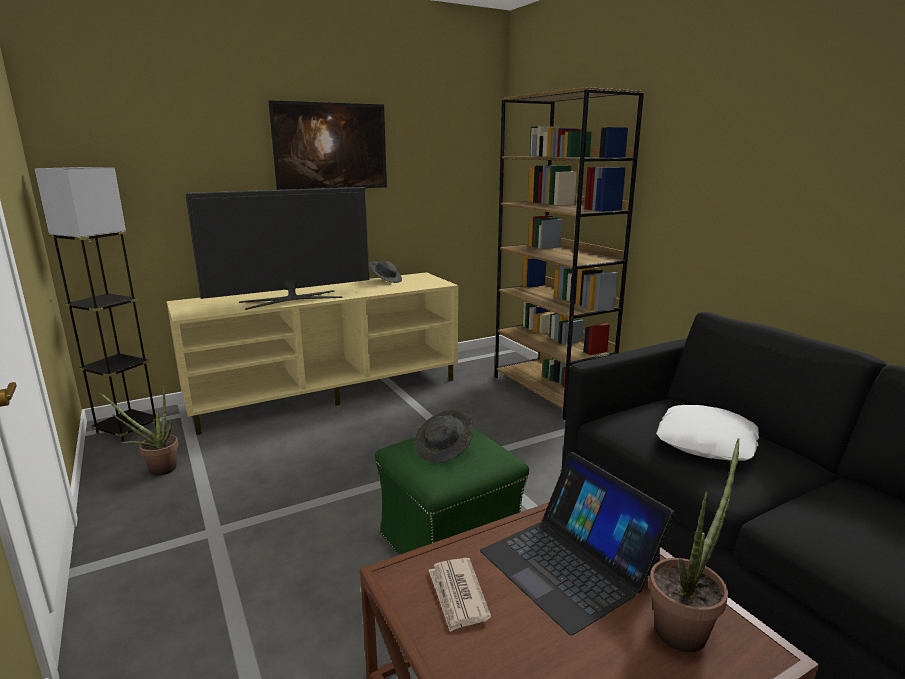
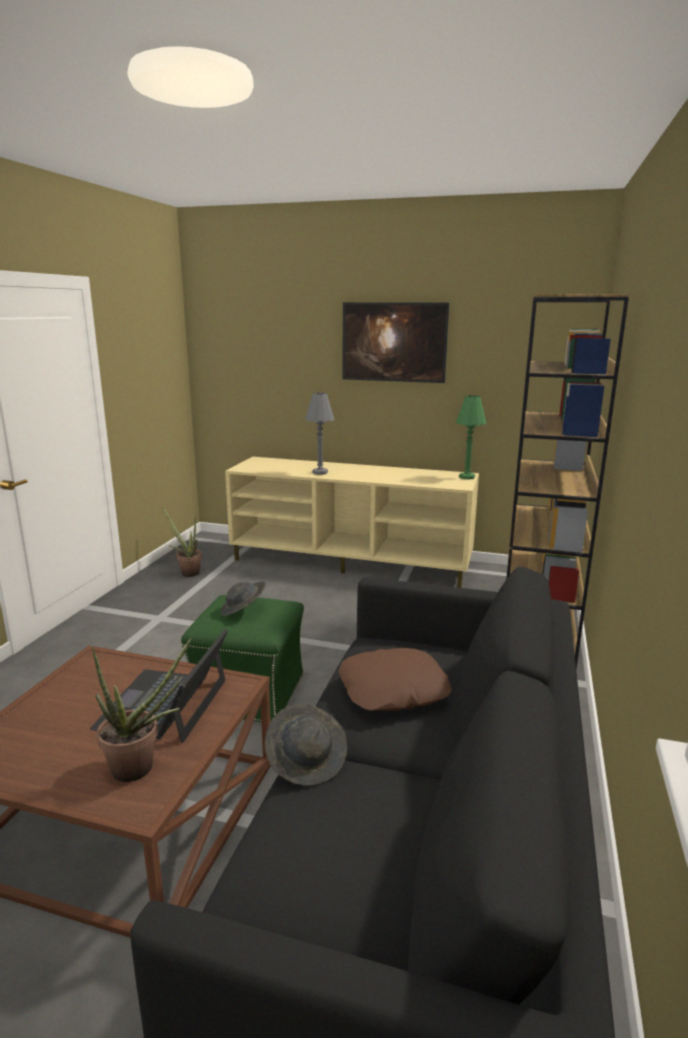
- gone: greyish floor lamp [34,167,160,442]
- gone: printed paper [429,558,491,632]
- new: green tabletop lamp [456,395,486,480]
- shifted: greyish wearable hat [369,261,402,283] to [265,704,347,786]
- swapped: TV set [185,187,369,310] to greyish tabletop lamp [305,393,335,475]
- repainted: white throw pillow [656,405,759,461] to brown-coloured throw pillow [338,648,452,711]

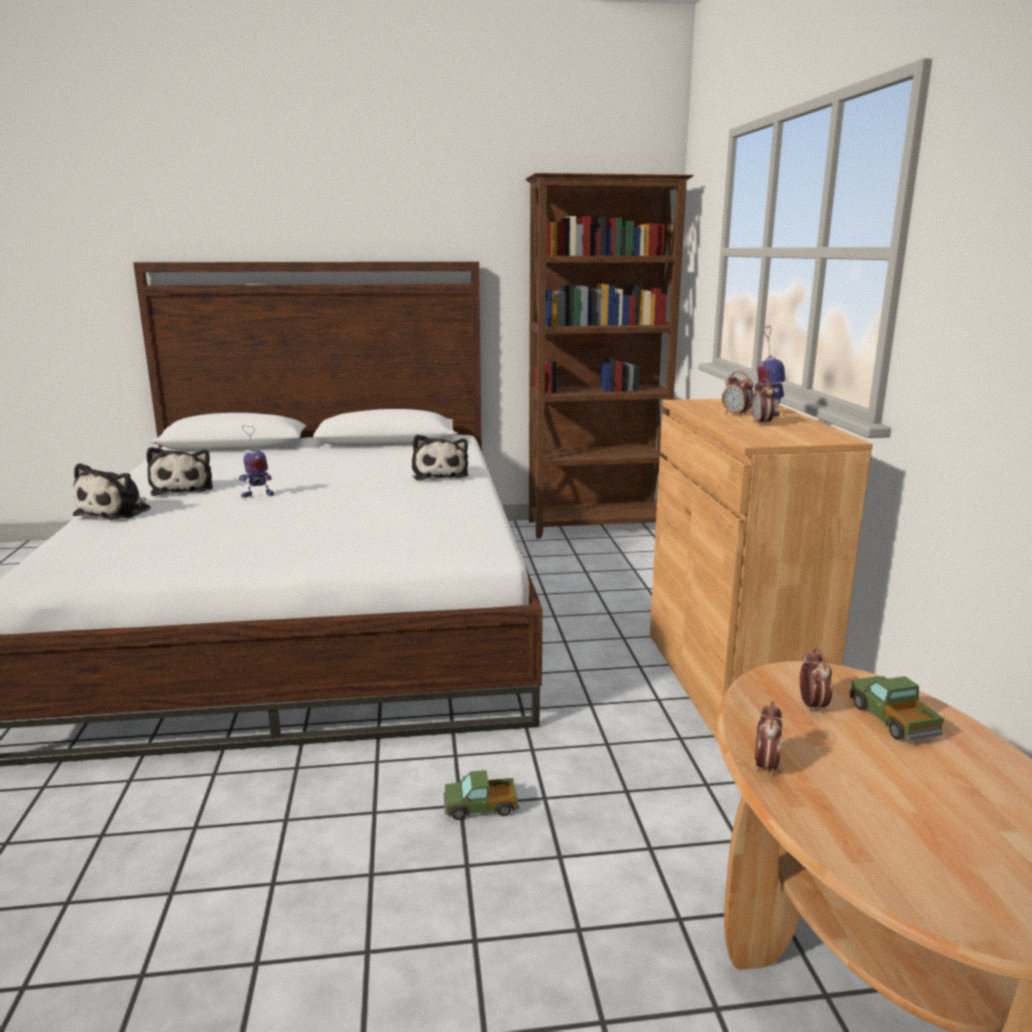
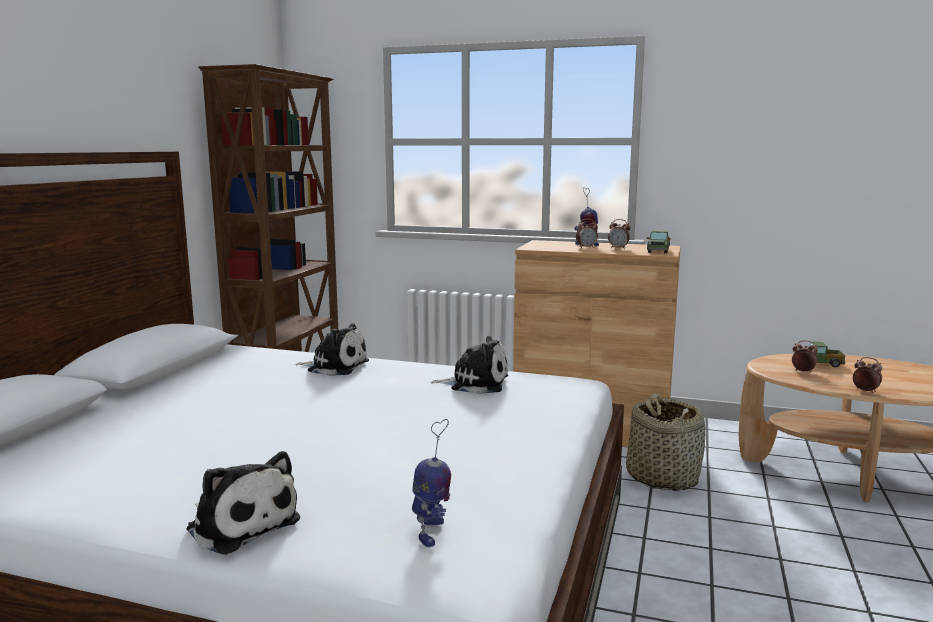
- new: storage basket [626,393,705,491]
- shifted: cuddly toy [146,447,213,496] to [431,336,508,394]
- shifted: model robot [239,425,274,498] to [412,419,451,547]
- shifted: toy truck [443,770,519,820] to [647,230,671,253]

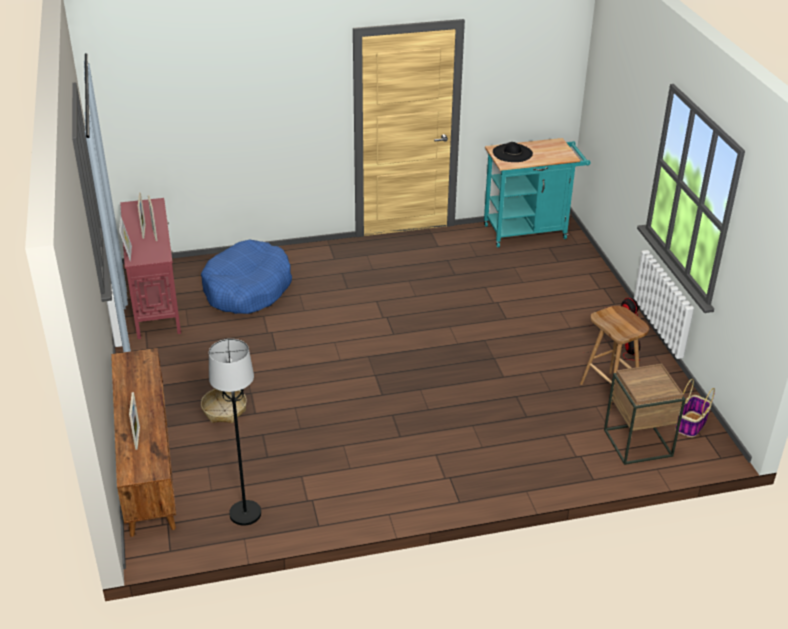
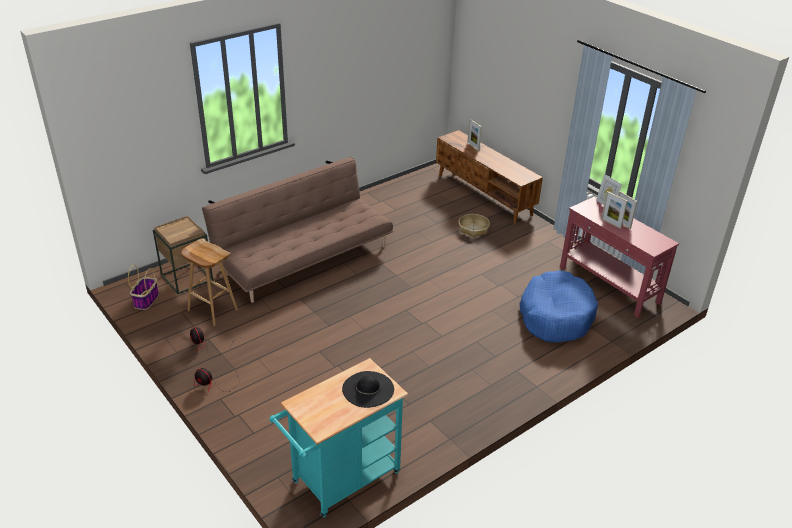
- gone: black-coloured floor lamp [209,339,261,526]
- new: brown-coloured settee [202,157,393,303]

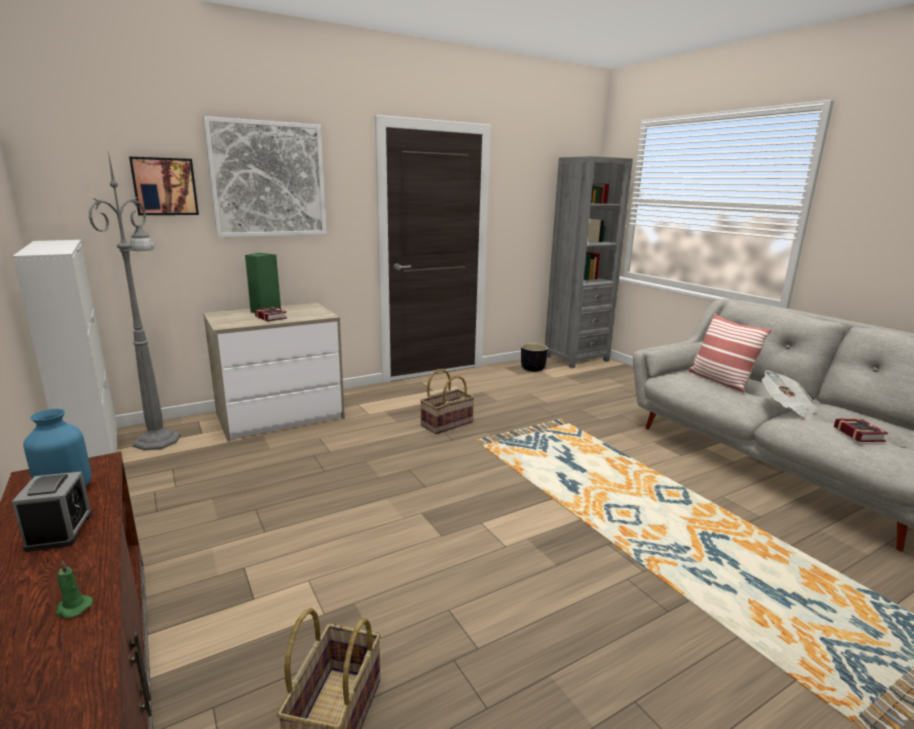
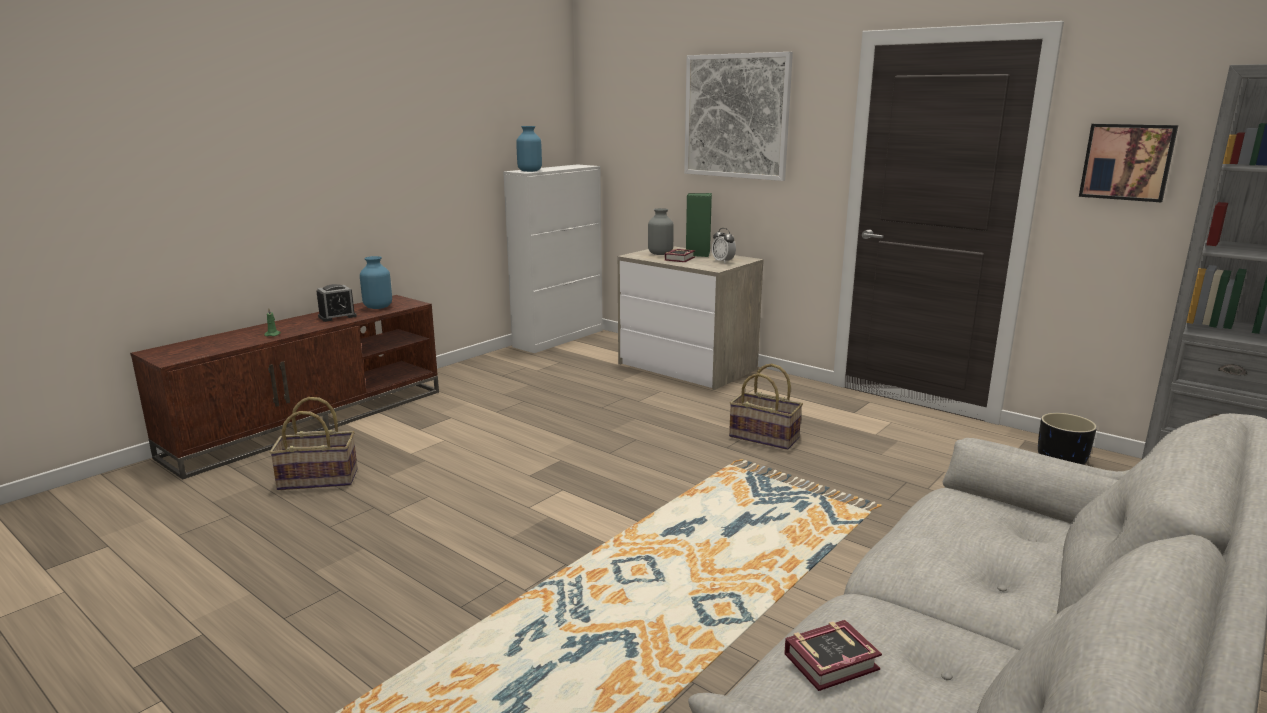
- gone: greyish floor lamp [88,151,181,451]
- gone: throw pillow [689,314,771,393]
- gone: printed paper [762,370,818,419]
- new: blue-coloured vase [516,126,542,172]
- new: greyish vase [648,208,674,255]
- new: table clock [712,228,736,263]
- shifted: wall picture [129,157,199,215] to [1079,124,1178,202]

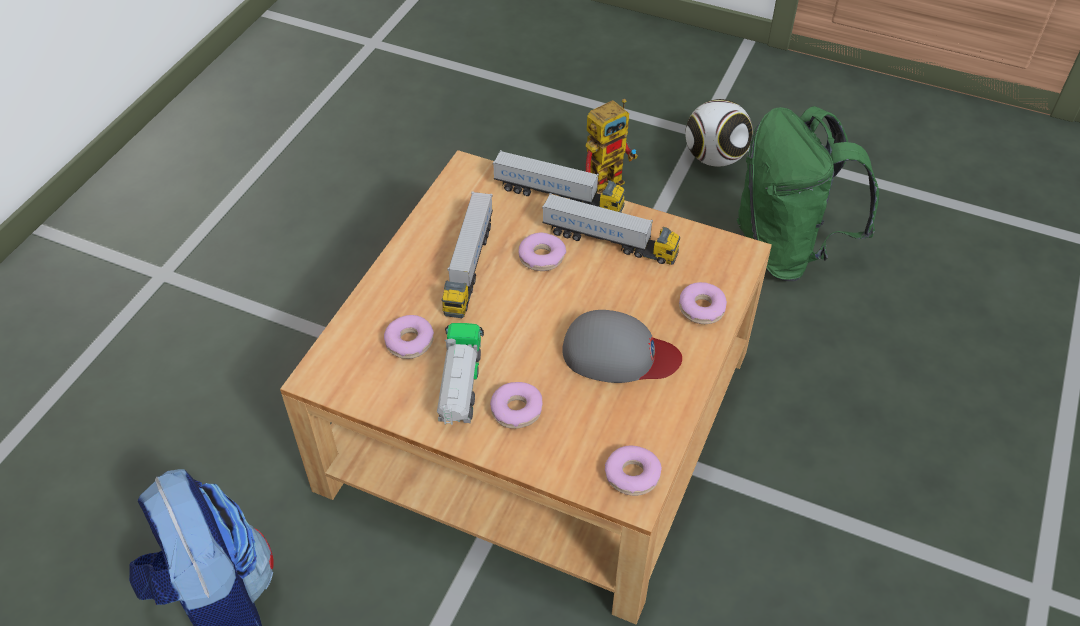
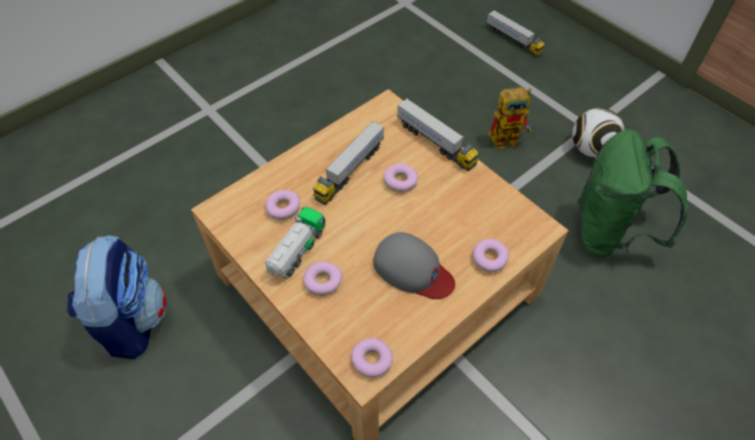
- shifted: toy truck [542,193,680,265] to [487,10,545,57]

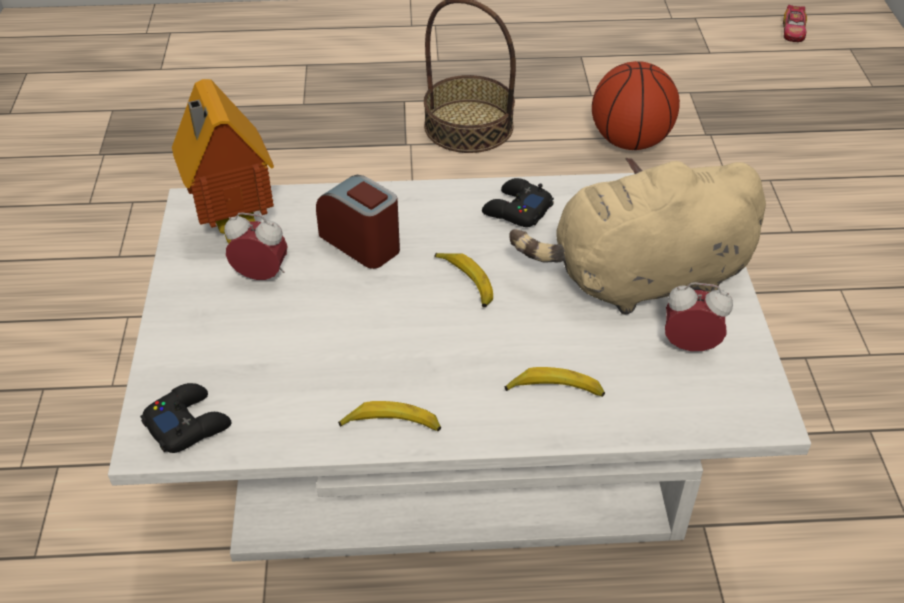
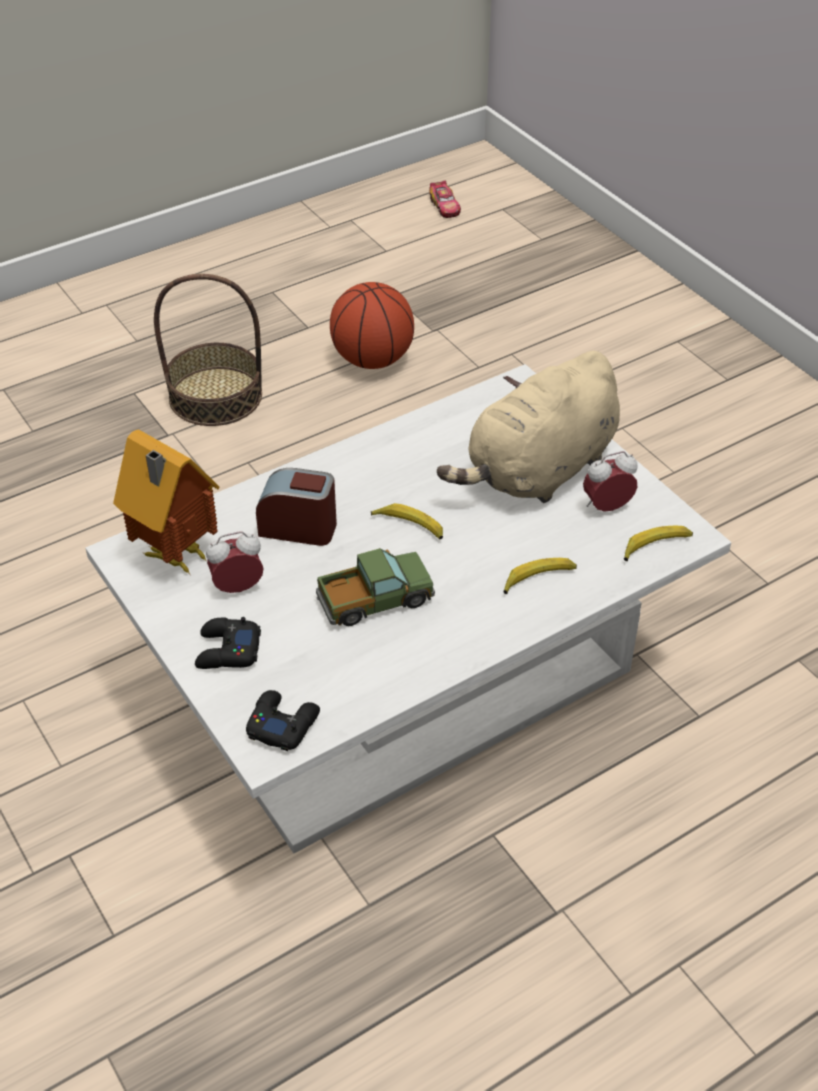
- new: toy truck [316,548,435,626]
- shifted: whole banana [338,401,441,431] to [624,525,693,561]
- shifted: black-coloured gamepad [482,178,554,227] to [195,617,261,669]

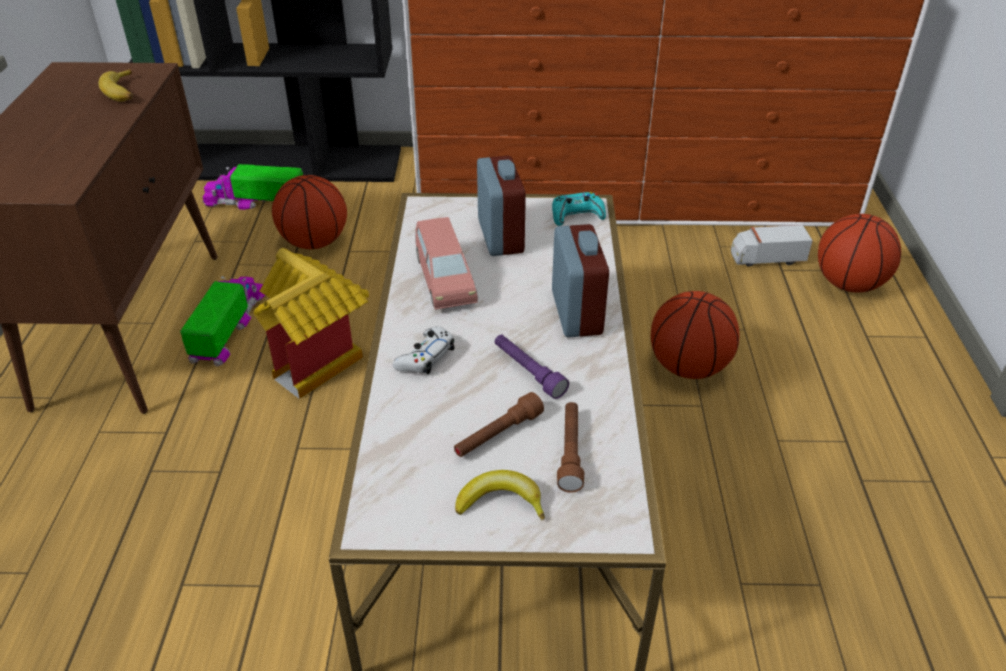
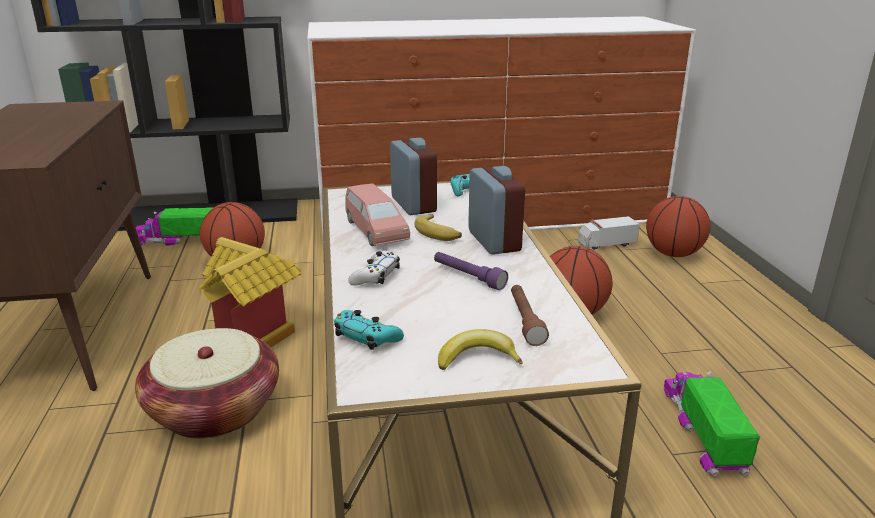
- gone: brown-coloured torch [454,392,544,457]
- new: storage basket [135,328,279,439]
- new: turquoise-coloured gamepad [334,310,404,350]
- shifted: whole banana [99,69,133,102] to [414,214,462,241]
- shifted: toy truck [180,276,265,366] to [663,371,760,477]

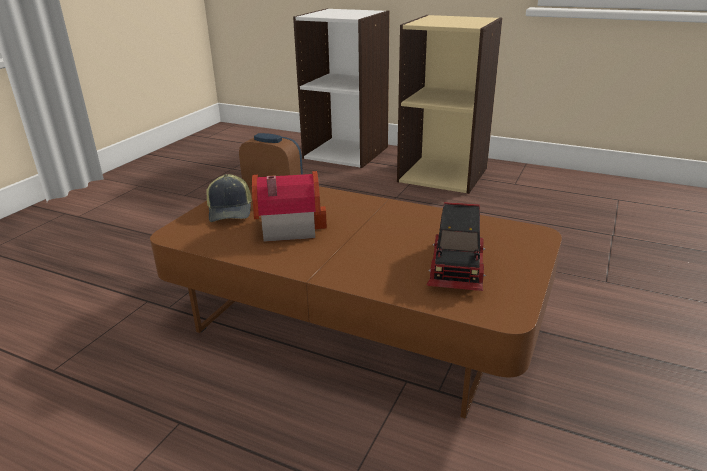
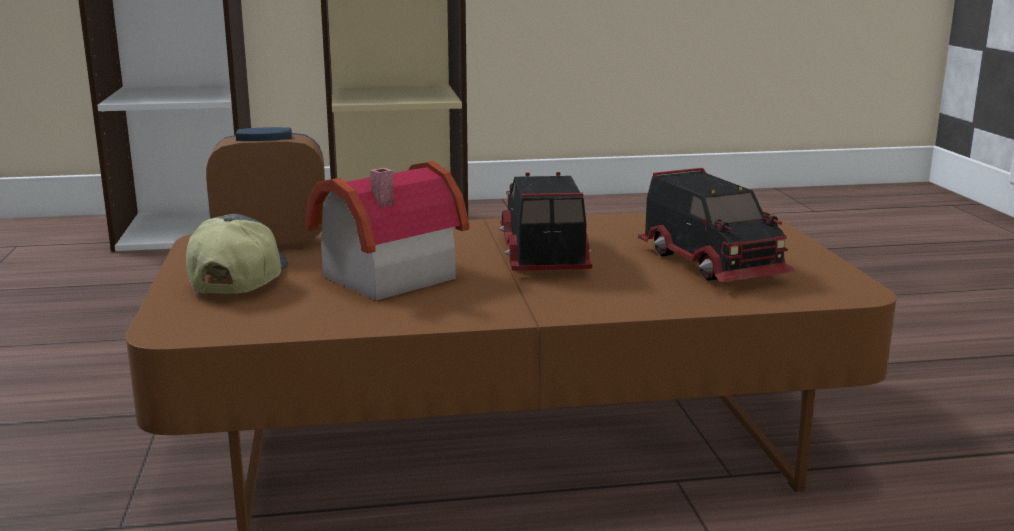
- new: toy truck [499,172,592,270]
- rotated: cap [207,174,252,222] = [186,214,288,294] 135 degrees counterclockwise

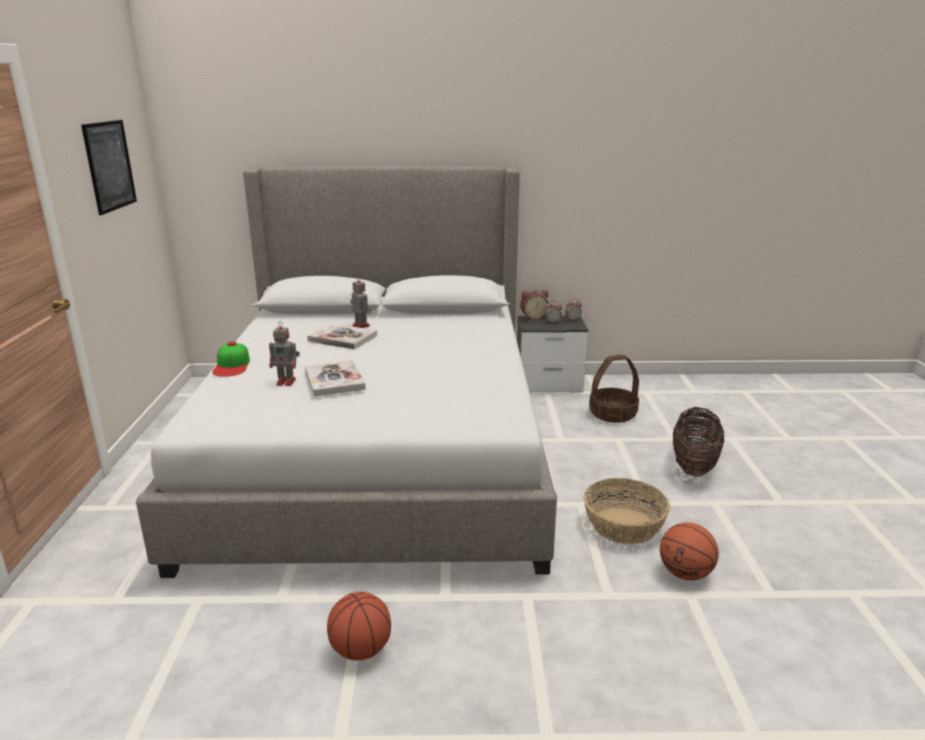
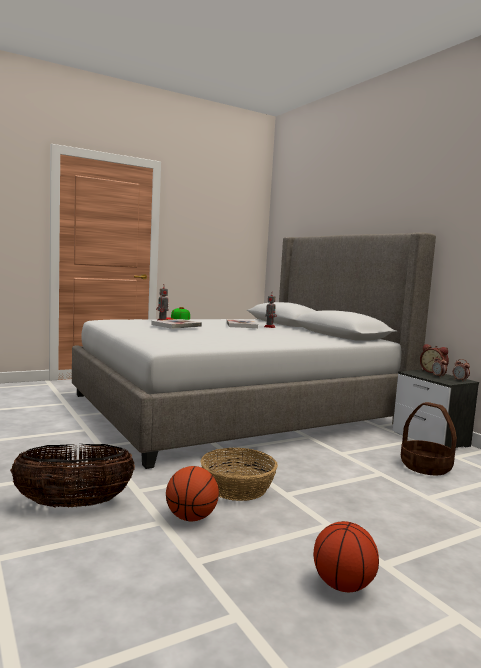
- gone: wall picture [81,120,137,215]
- shifted: ball for basketball [327,592,391,660] to [314,521,379,592]
- shifted: storage basket [673,407,724,477] to [10,444,135,508]

